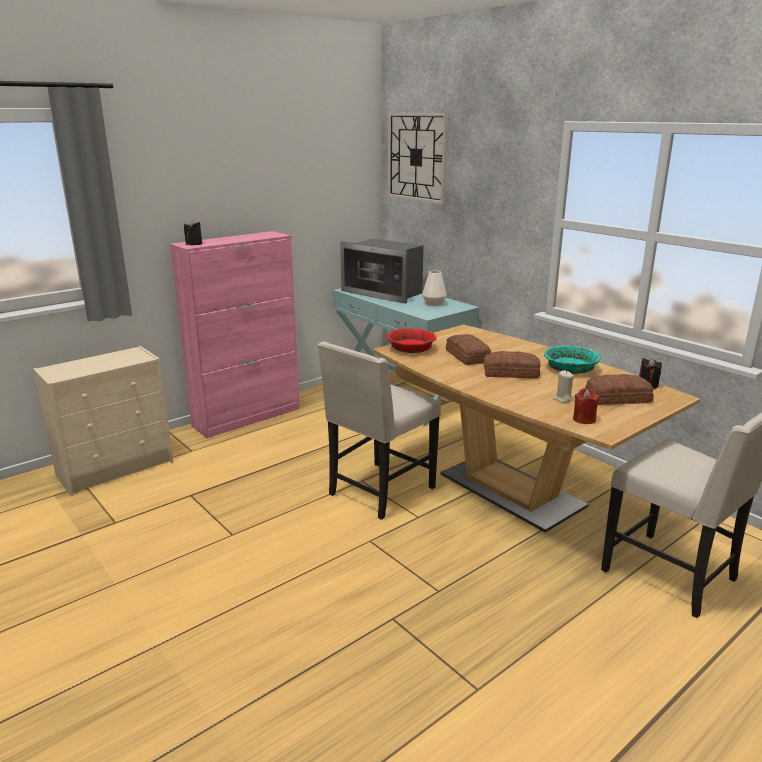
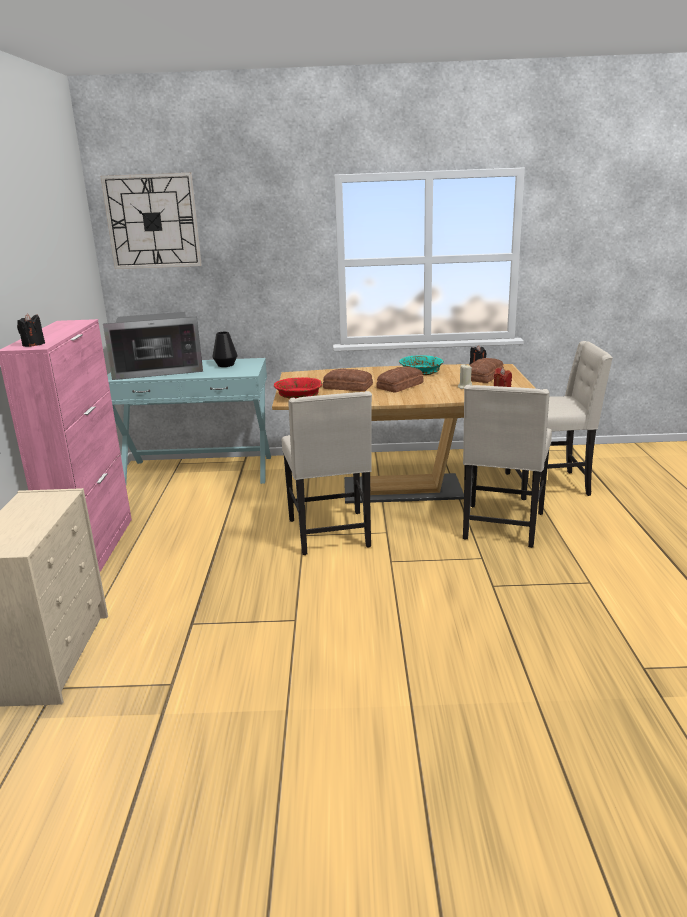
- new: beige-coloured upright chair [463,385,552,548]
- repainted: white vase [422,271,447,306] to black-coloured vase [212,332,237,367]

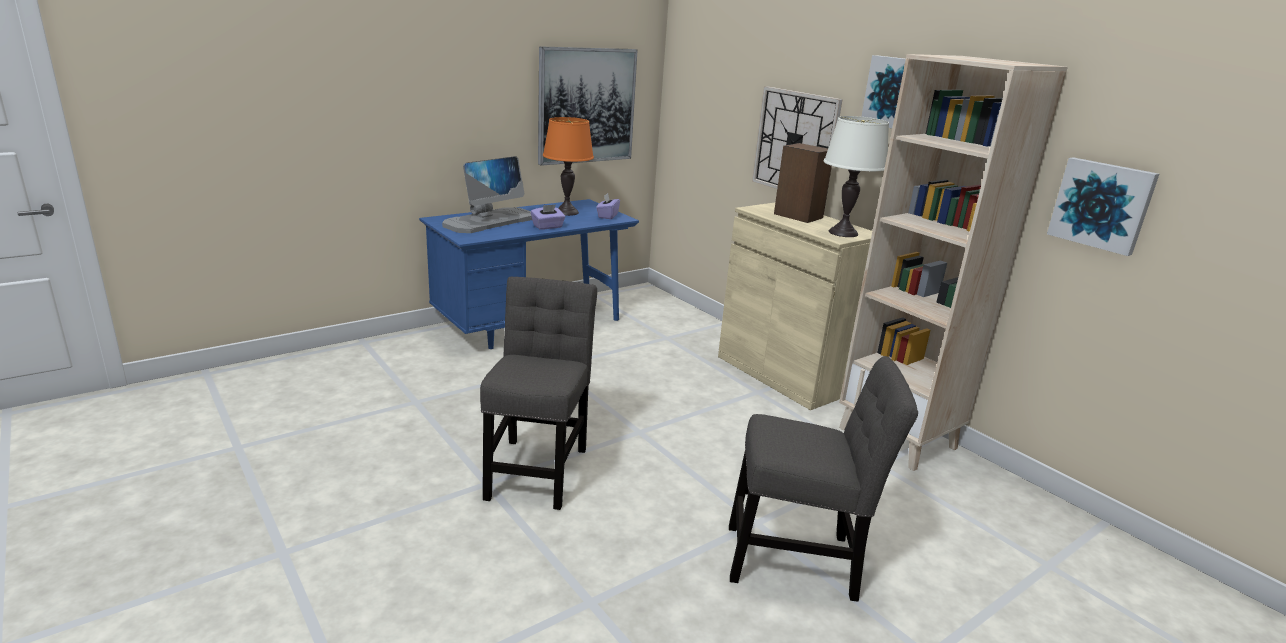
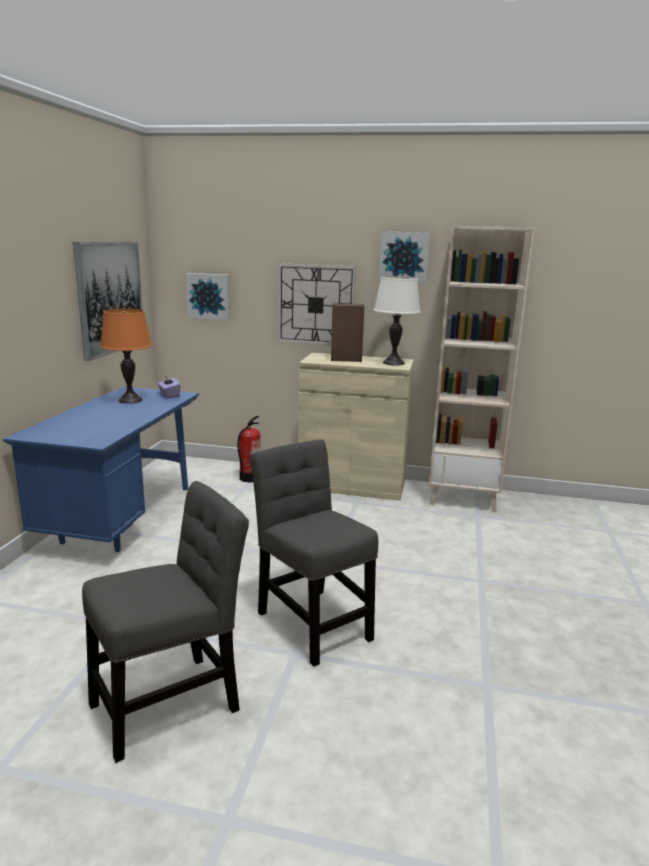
- gone: computer screen [442,156,532,233]
- gone: purple-coloured tissue box [531,204,565,230]
- new: extinguisher [237,416,260,482]
- shifted: greyish upright chair [729,356,918,602] to [82,481,249,763]
- shifted: wall picture [1047,157,1159,256] to [186,273,231,320]

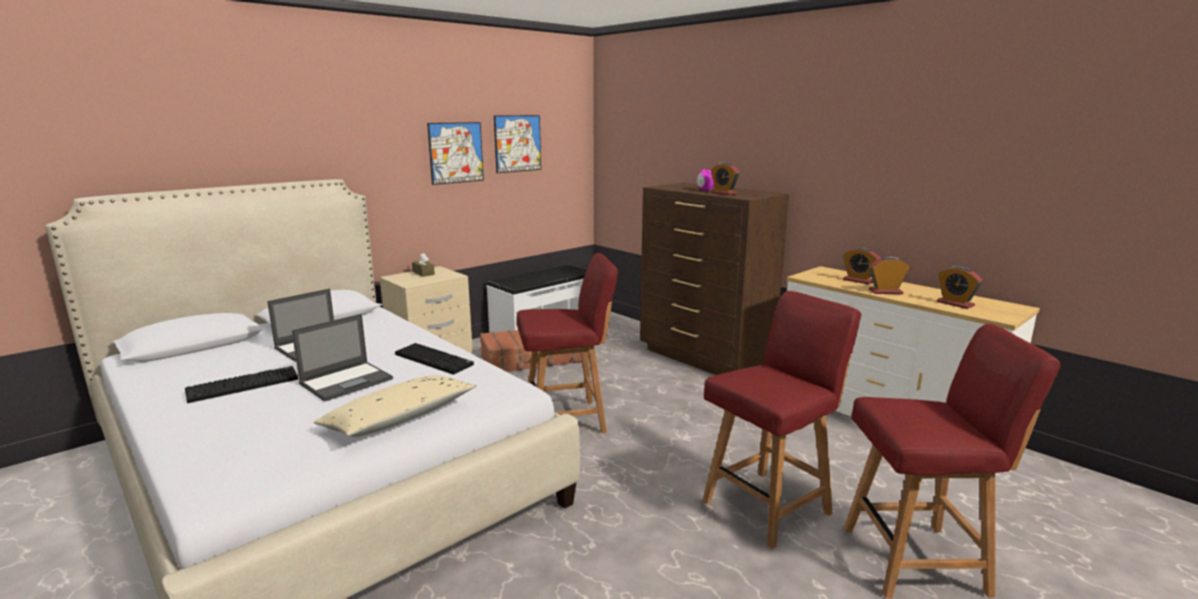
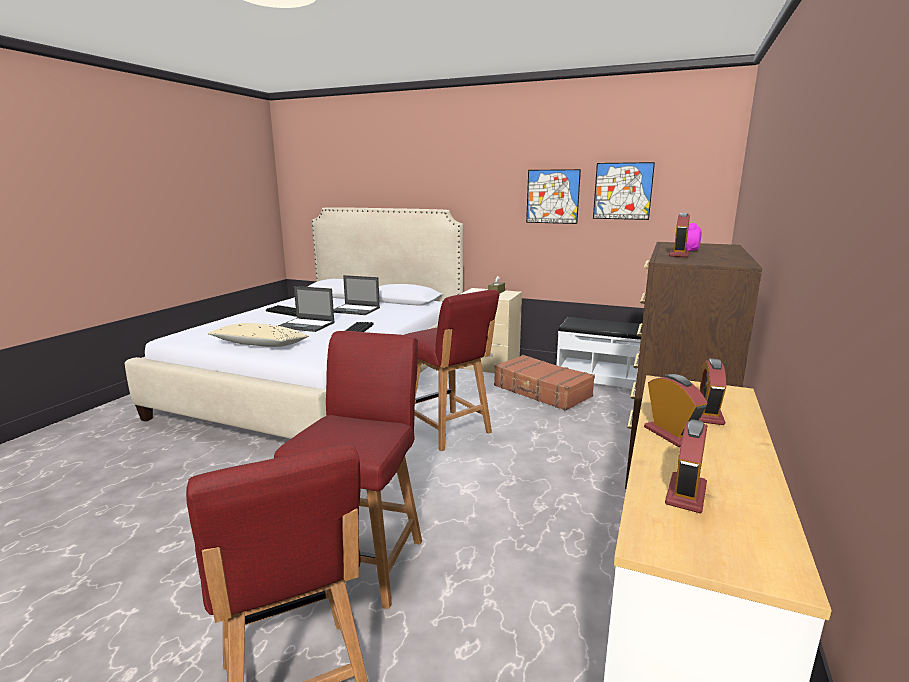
- rotated: red upright chair [702,291,861,549] = [274,331,422,609] 105 degrees counterclockwise

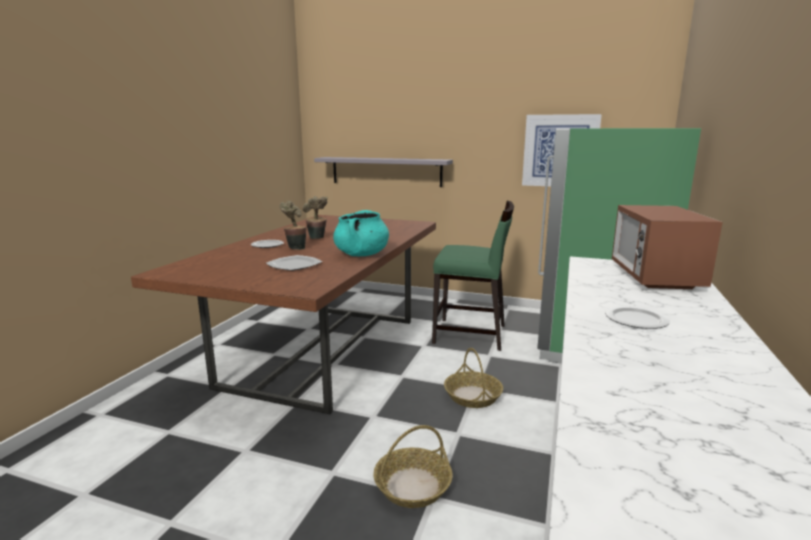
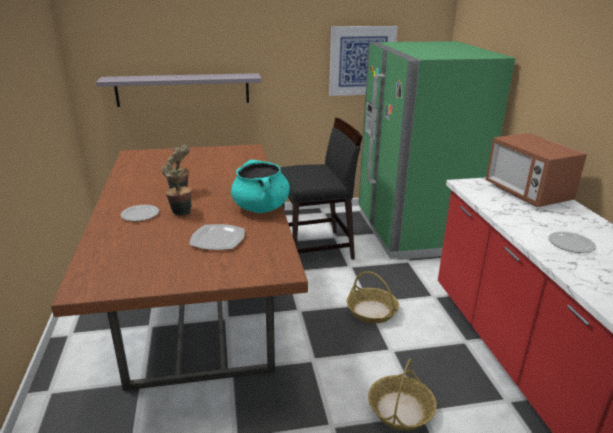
- repainted: green upright chair [432,201,514,351] to black-coloured upright chair [280,118,362,260]

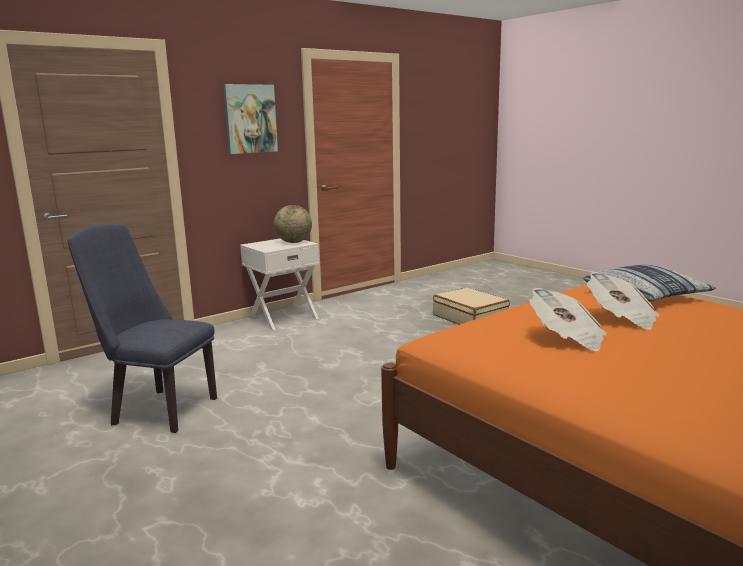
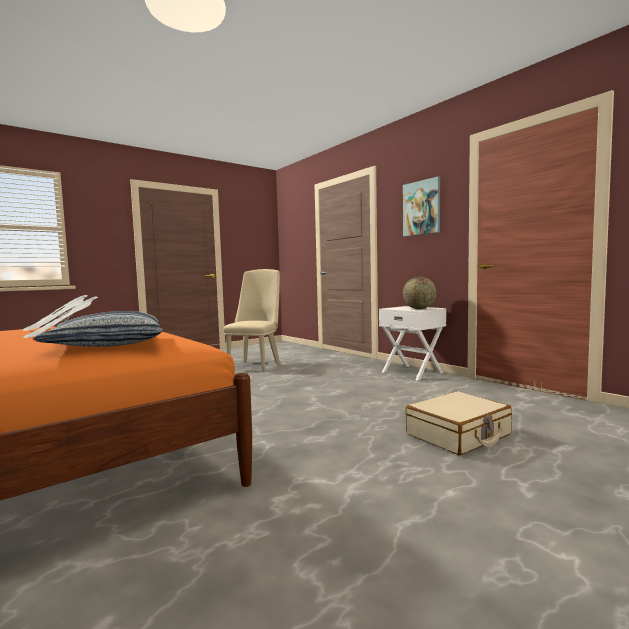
- repainted: blue-coloured upright chair [68,224,217,433] to beige-coloured upright chair [223,269,280,372]

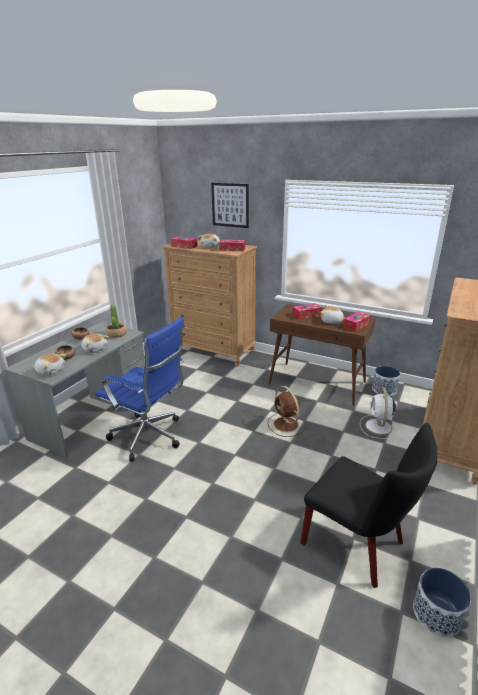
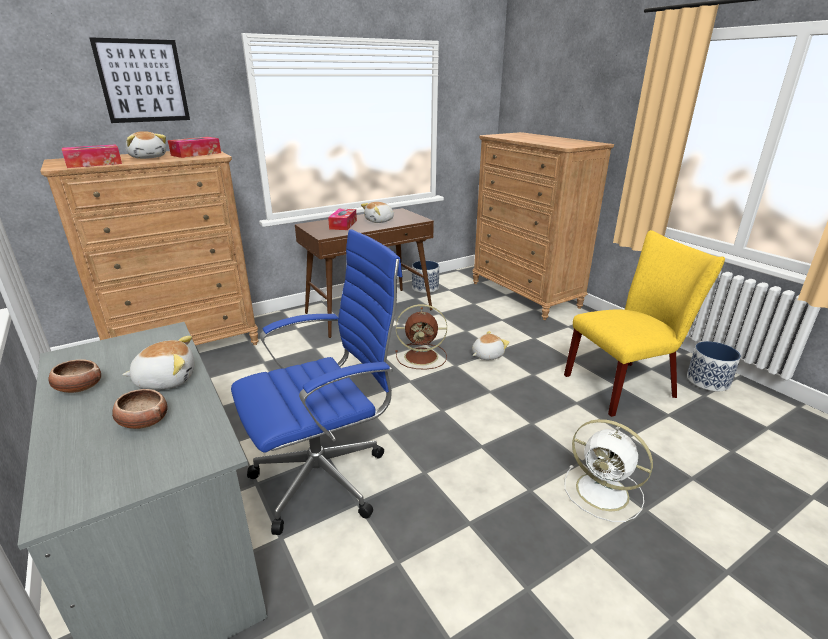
- gone: plant in a pot [105,305,127,338]
- gone: tissue box [343,312,371,331]
- shifted: cuddly toy [34,354,67,376] to [472,331,509,360]
- shifted: white electric fan [360,387,399,439] to [565,419,653,522]
- repainted: black-coloured upright chair [301,423,437,588] to yellow-coloured upright chair [564,230,725,417]

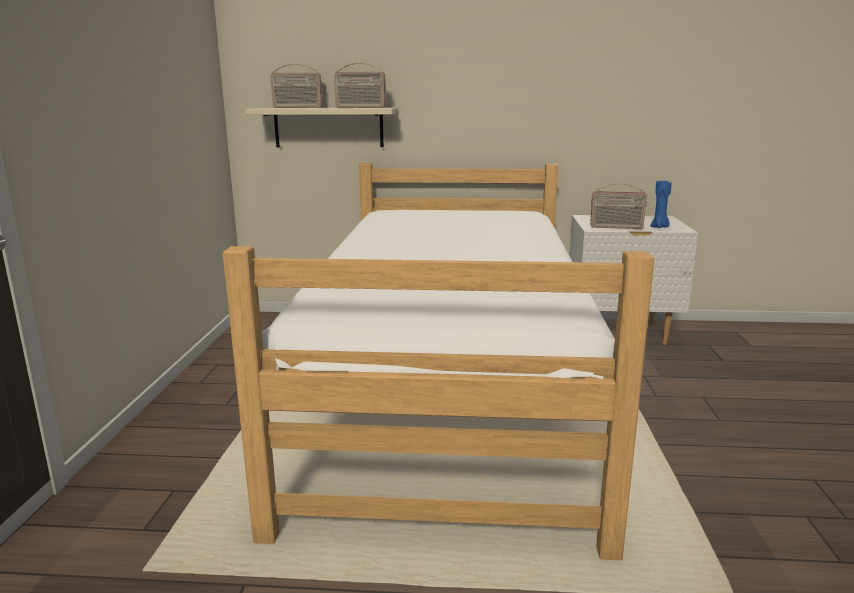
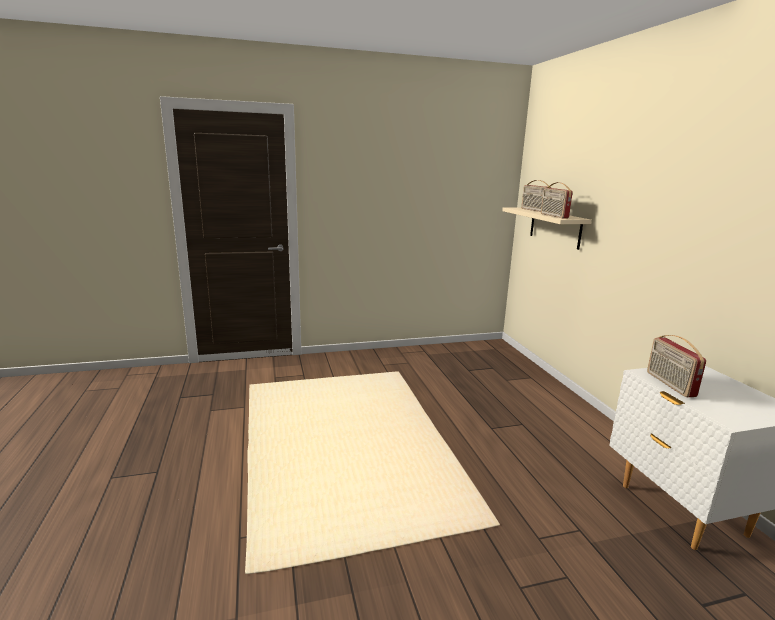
- gone: sleeping bed [223,163,654,561]
- gone: blue-coloured candle [650,181,671,228]

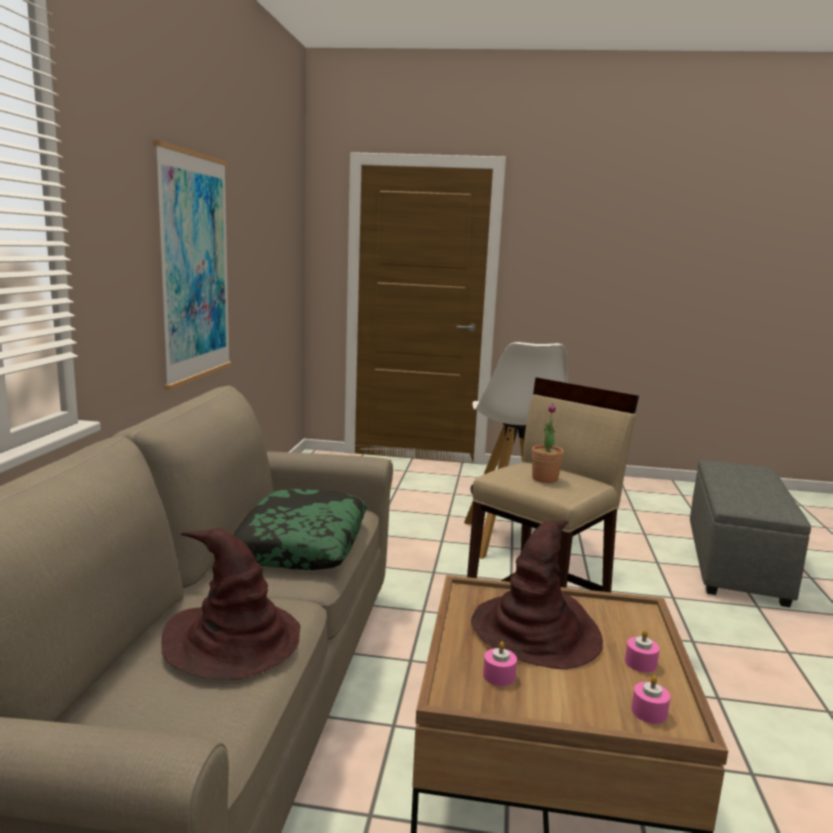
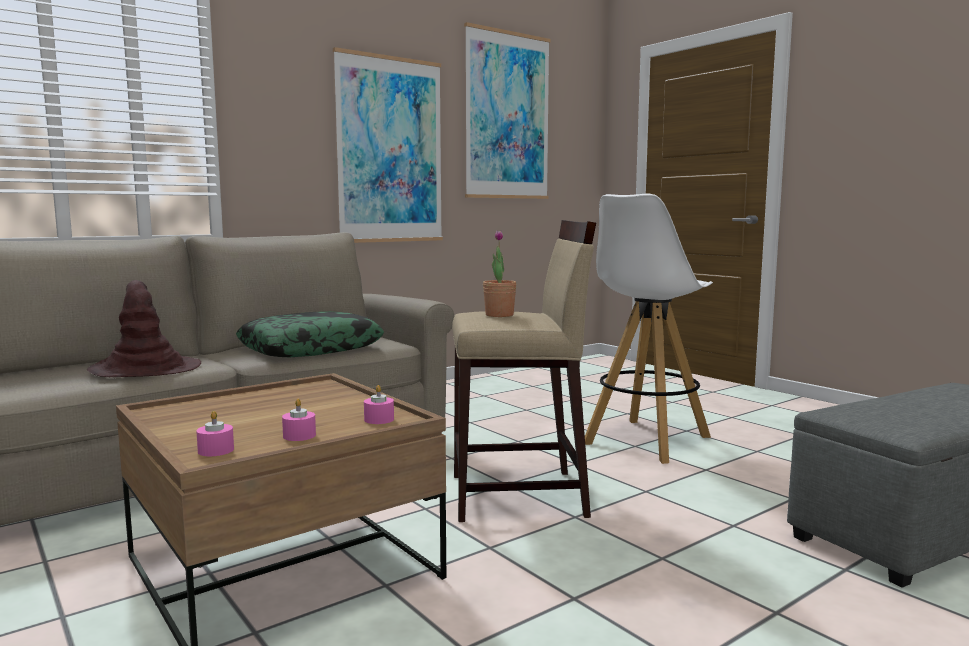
- gone: brown-coloured wearable hat [471,521,603,669]
- new: wall picture [464,22,551,199]
- shifted: pink-coloured candle [483,641,517,686] to [364,385,394,424]

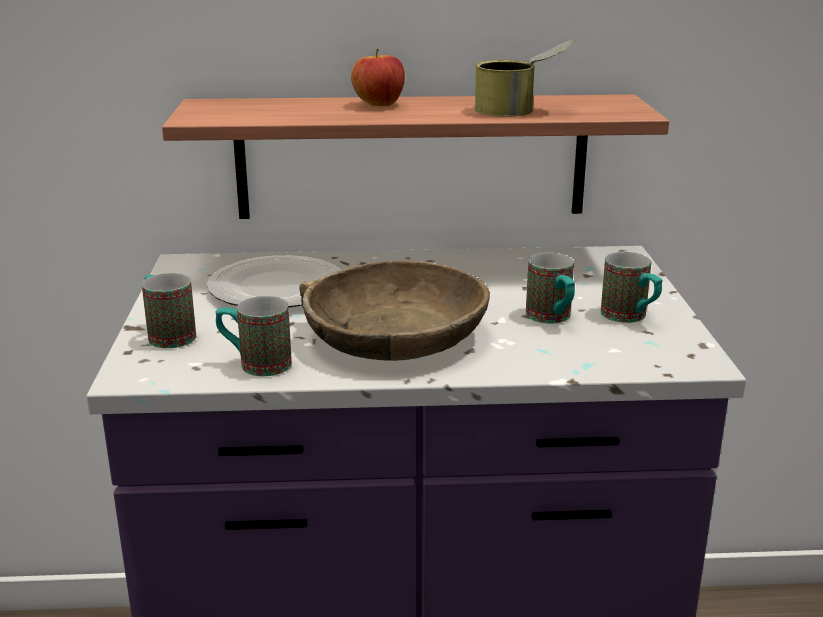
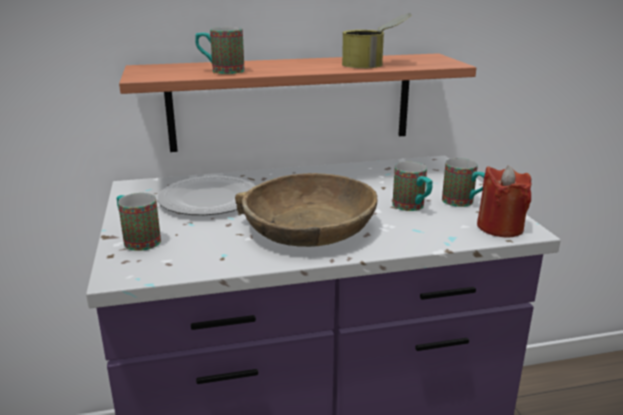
- gone: whole apple [351,48,405,106]
- new: red candle [477,166,532,238]
- shifted: mug [216,296,292,376] to [195,27,245,74]

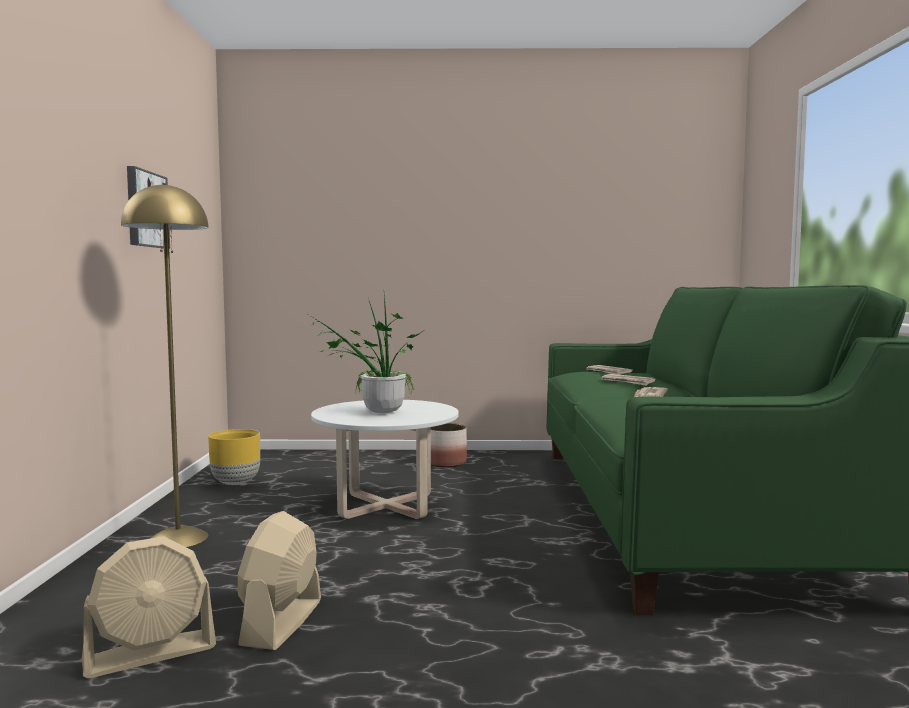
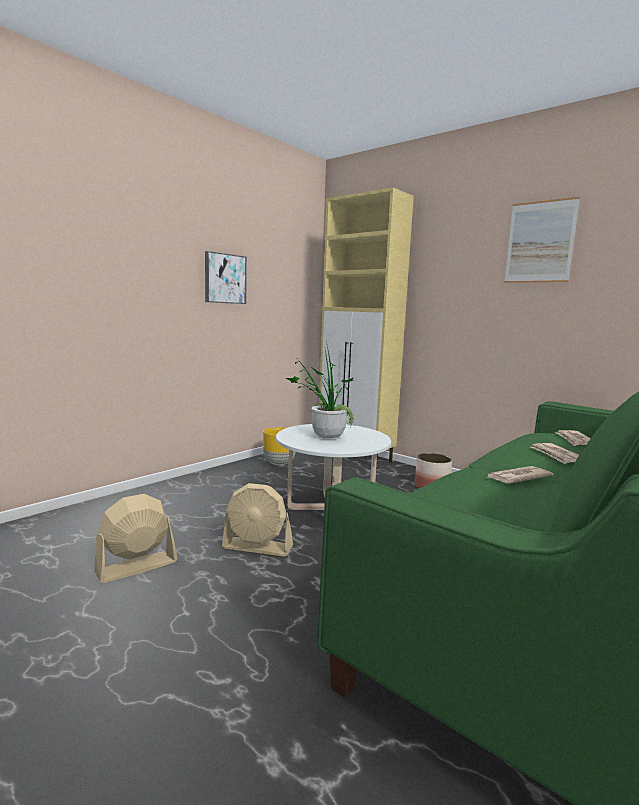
- gone: yellow-coloured floor lamp [121,183,209,547]
- new: beige-coloured cupboard [319,188,414,468]
- new: wall picture [504,197,580,283]
- shifted: beige-coloured electric fan [82,536,216,678] to [222,483,293,557]

